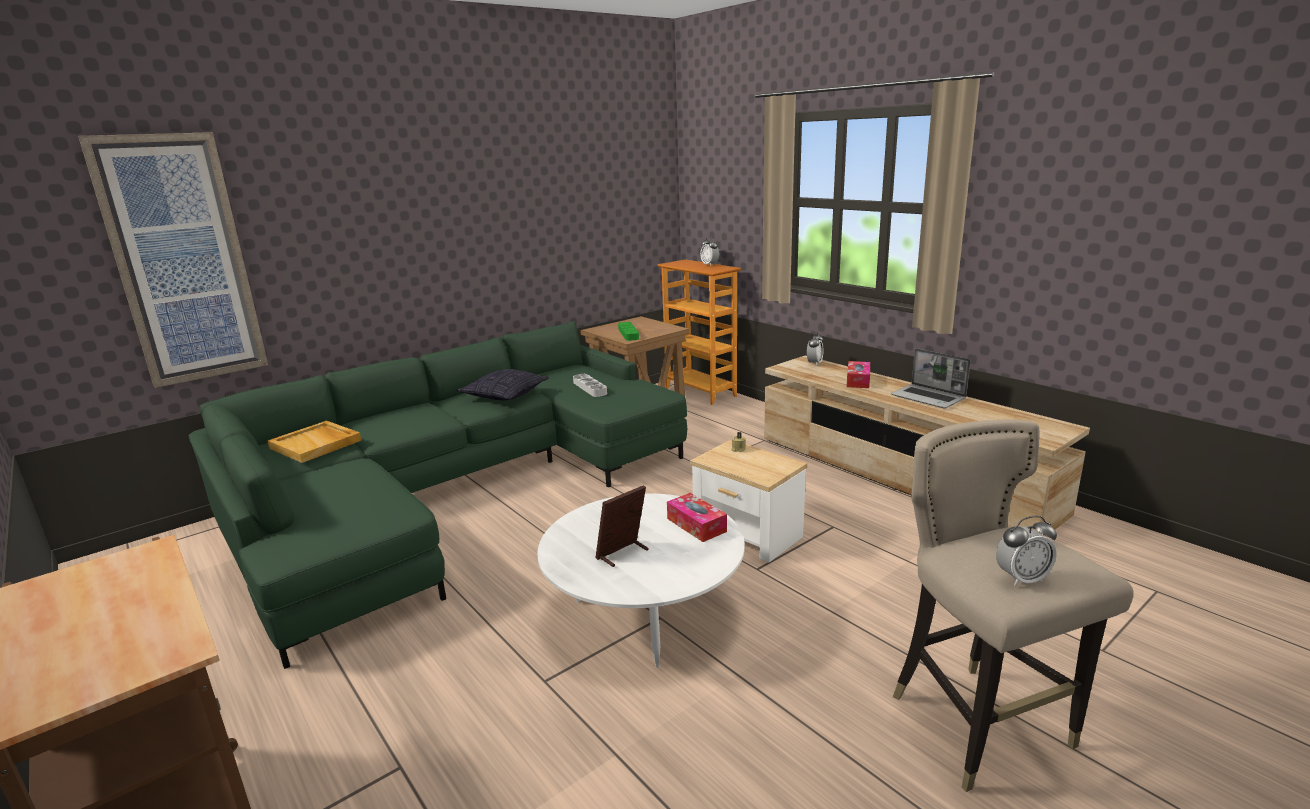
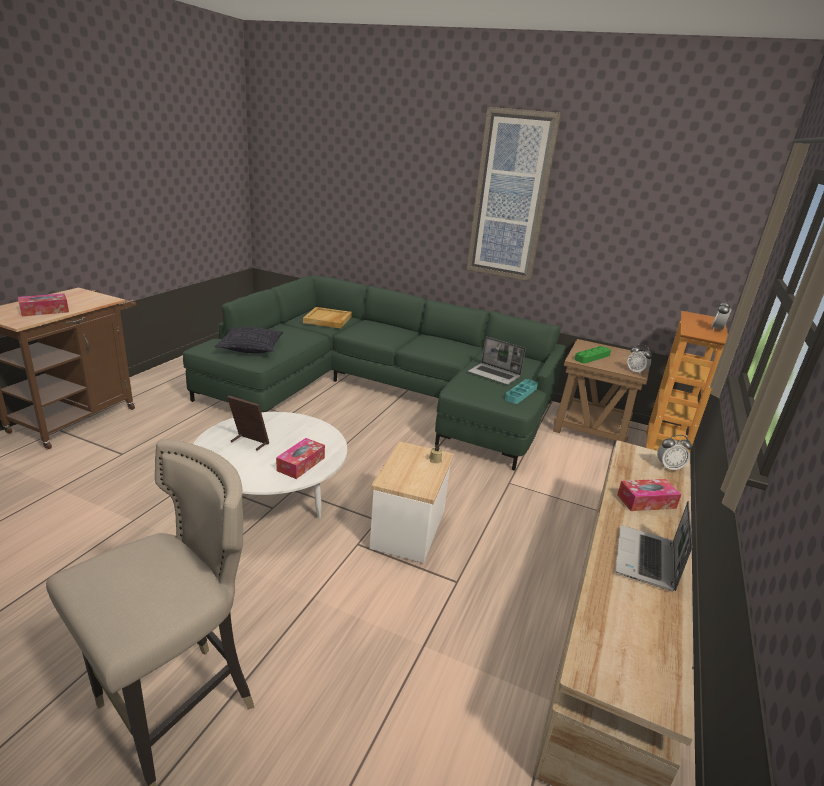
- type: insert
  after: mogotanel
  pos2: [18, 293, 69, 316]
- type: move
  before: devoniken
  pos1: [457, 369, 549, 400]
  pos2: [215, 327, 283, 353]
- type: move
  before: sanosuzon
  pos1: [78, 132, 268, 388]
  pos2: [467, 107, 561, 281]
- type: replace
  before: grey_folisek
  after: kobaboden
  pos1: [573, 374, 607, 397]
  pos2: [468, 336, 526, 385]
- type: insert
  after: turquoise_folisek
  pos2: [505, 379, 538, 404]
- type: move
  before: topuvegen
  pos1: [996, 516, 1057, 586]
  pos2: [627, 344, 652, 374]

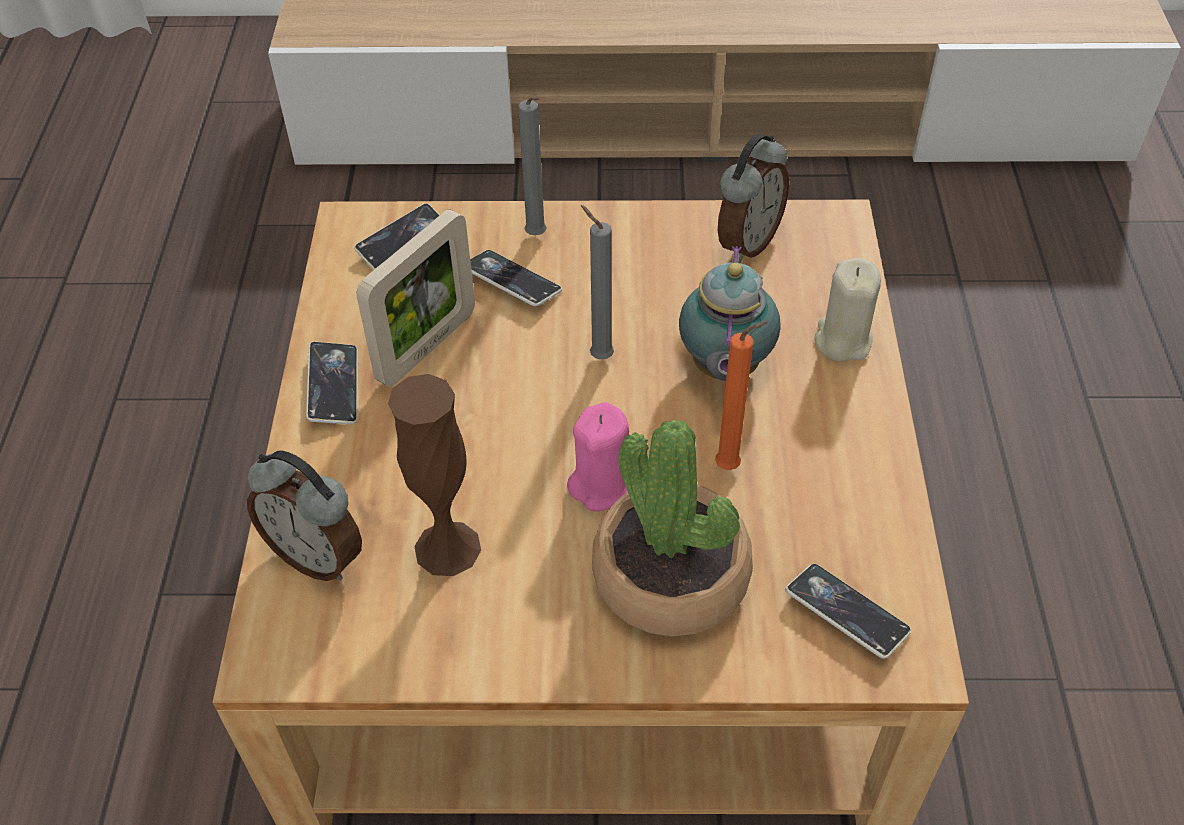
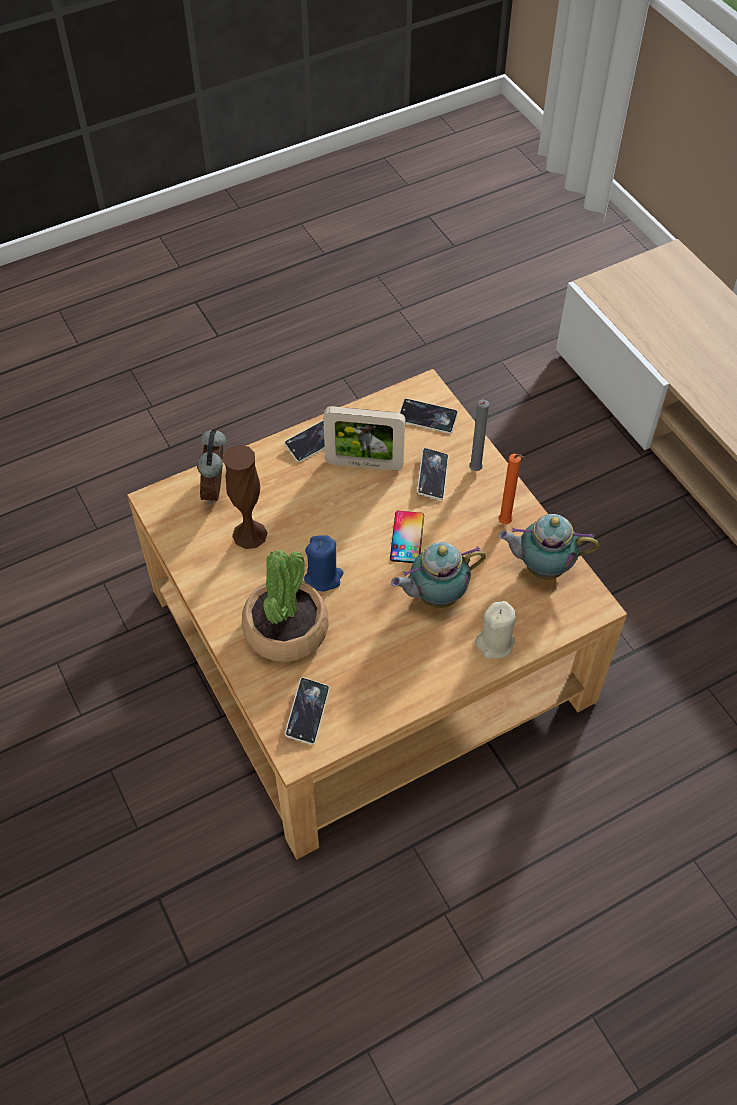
- type: recolor
  before: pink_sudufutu
  after: blue_sudufutu
  pos1: [567, 402, 629, 511]
  pos2: [304, 535, 343, 592]
- type: replace
  before: grey_sudufutu
  after: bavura
  pos1: [581, 205, 614, 360]
  pos2: [390, 511, 424, 563]
- type: move
  before: orange_sudufutu
  pos1: [715, 321, 768, 470]
  pos2: [498, 454, 525, 524]
- type: replace
  before: topuvegen
  after: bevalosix
  pos1: [718, 134, 789, 263]
  pos2: [498, 514, 599, 579]

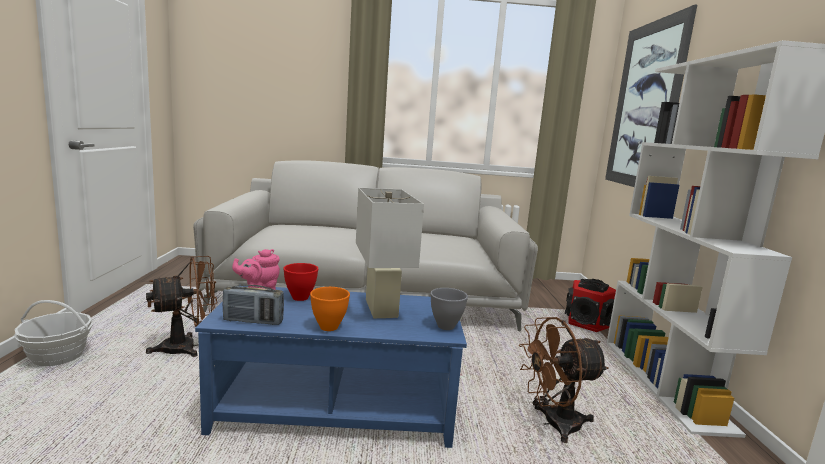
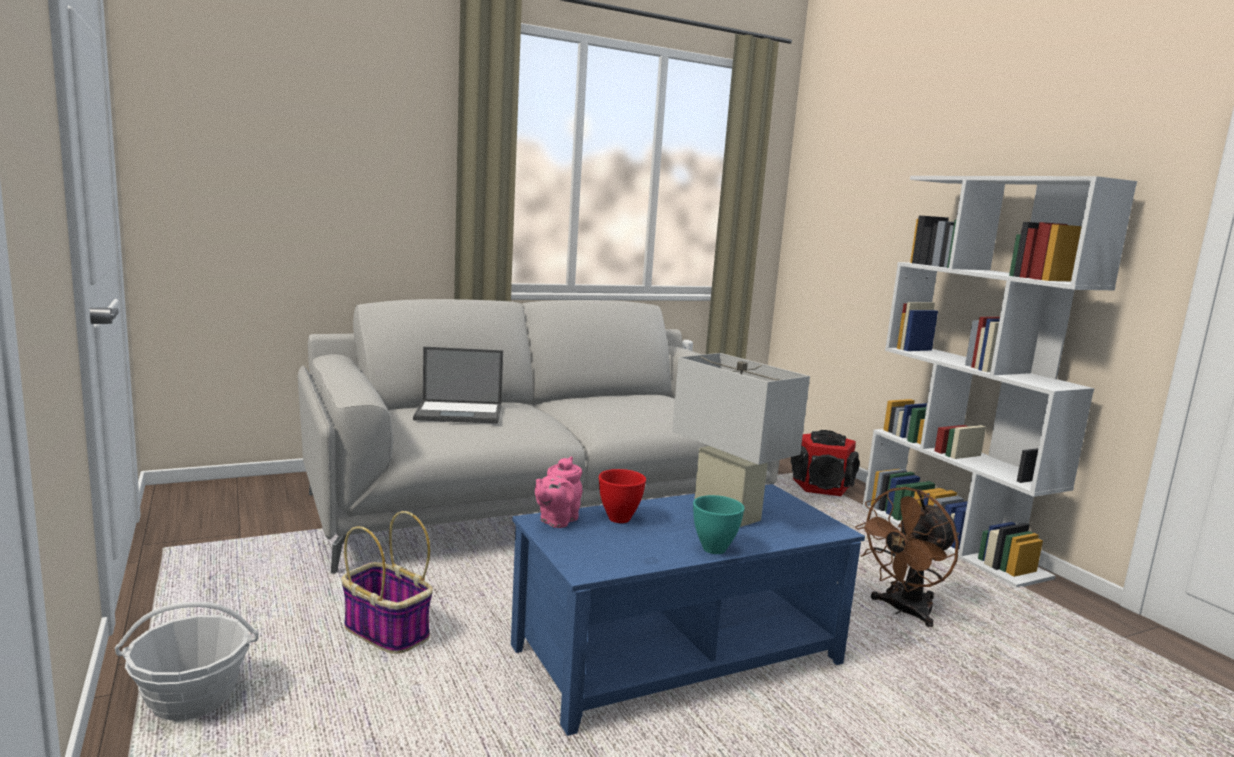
- type: replace
  before: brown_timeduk
  after: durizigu
  pos1: [146, 256, 217, 357]
  pos2: [341, 511, 433, 654]
- type: insert
  after: kobaboden
  pos2: [413, 347, 503, 424]
- type: recolor
  before: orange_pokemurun
  after: turquoise_pokemurun
  pos1: [310, 287, 350, 331]
  pos2: [693, 495, 745, 554]
- type: delete
  before: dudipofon
  pos1: [223, 285, 284, 325]
- type: delete
  before: grey_pokemurun
  pos1: [431, 288, 468, 330]
- type: delete
  before: sanosuzon
  pos1: [605, 5, 697, 187]

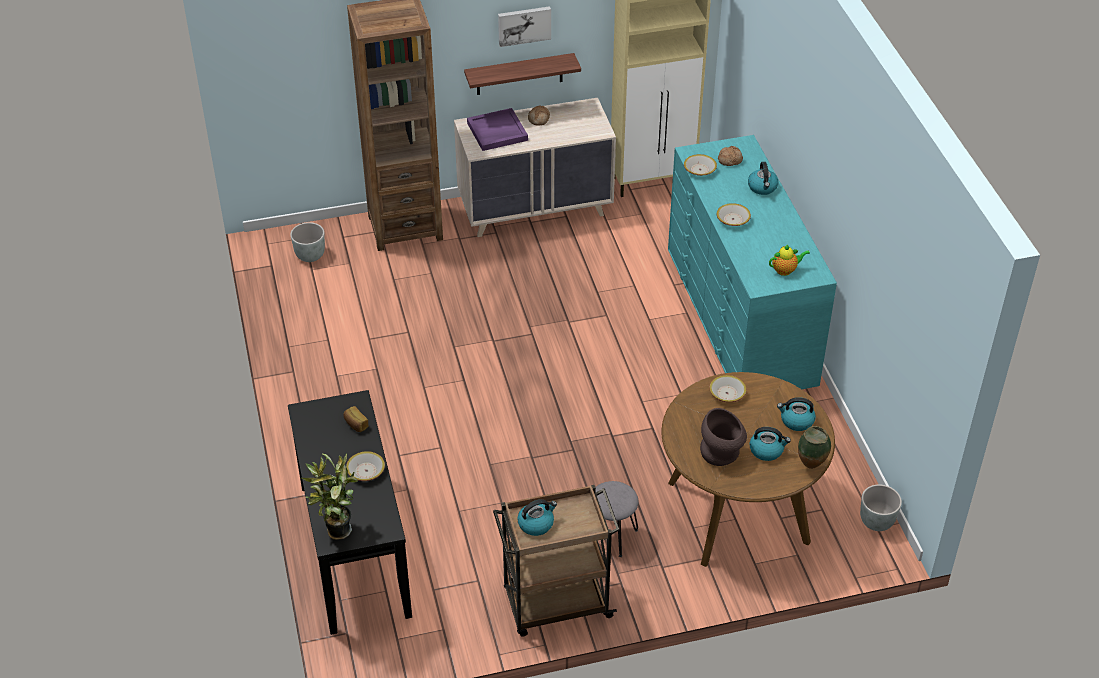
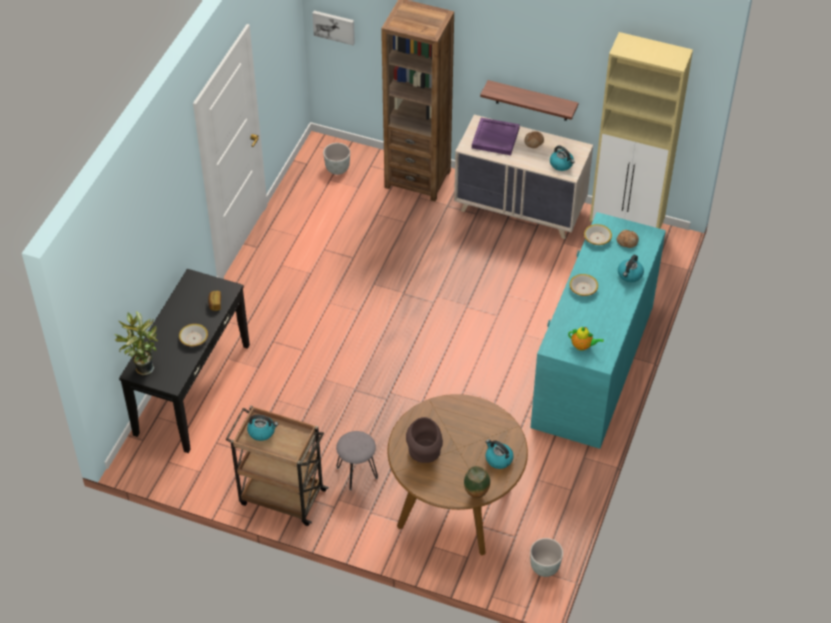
- type: move
  before: sanosuzon
  pos1: [498, 6, 551, 47]
  pos2: [312, 11, 355, 45]
- type: move
  before: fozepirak
  pos1: [750, 427, 791, 461]
  pos2: [550, 145, 575, 171]
- type: delete
  before: pokemurun
  pos1: [709, 375, 746, 402]

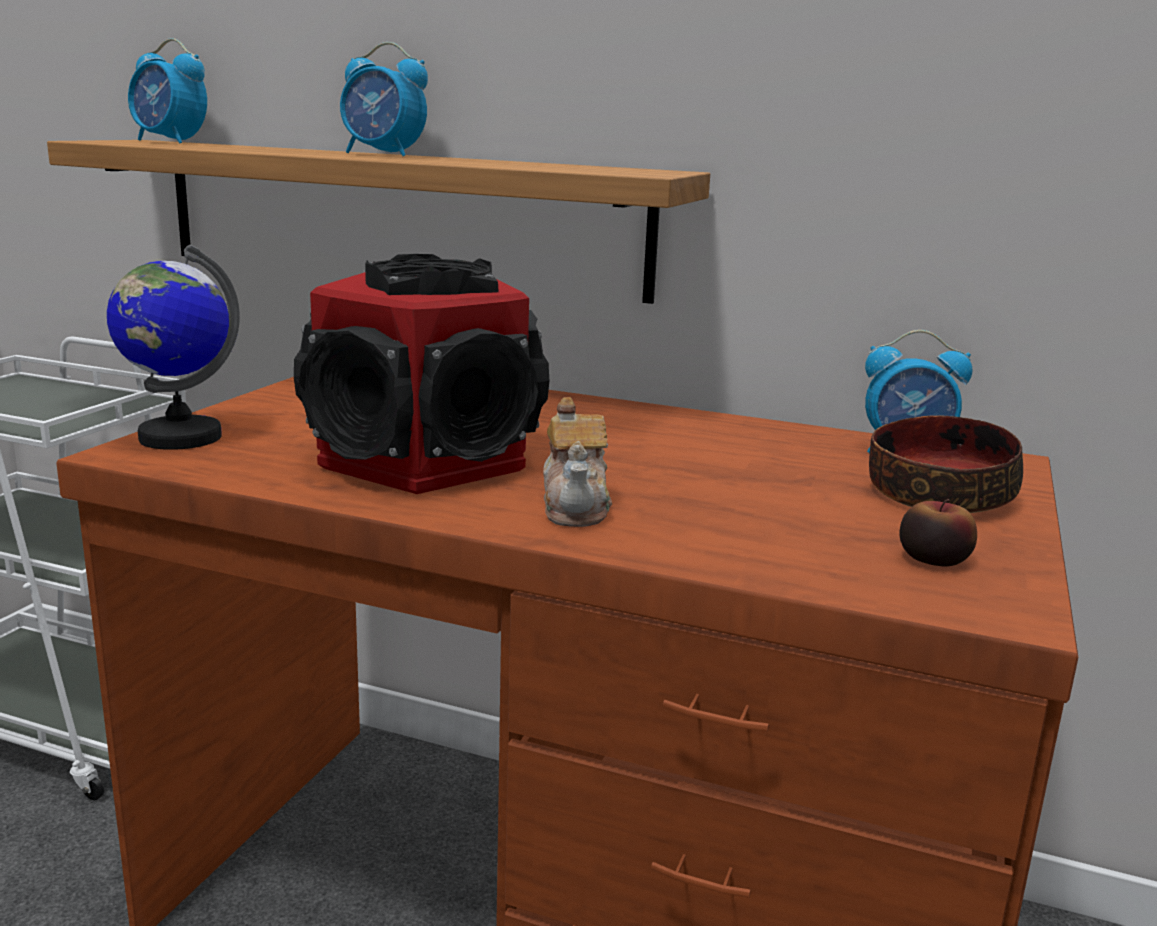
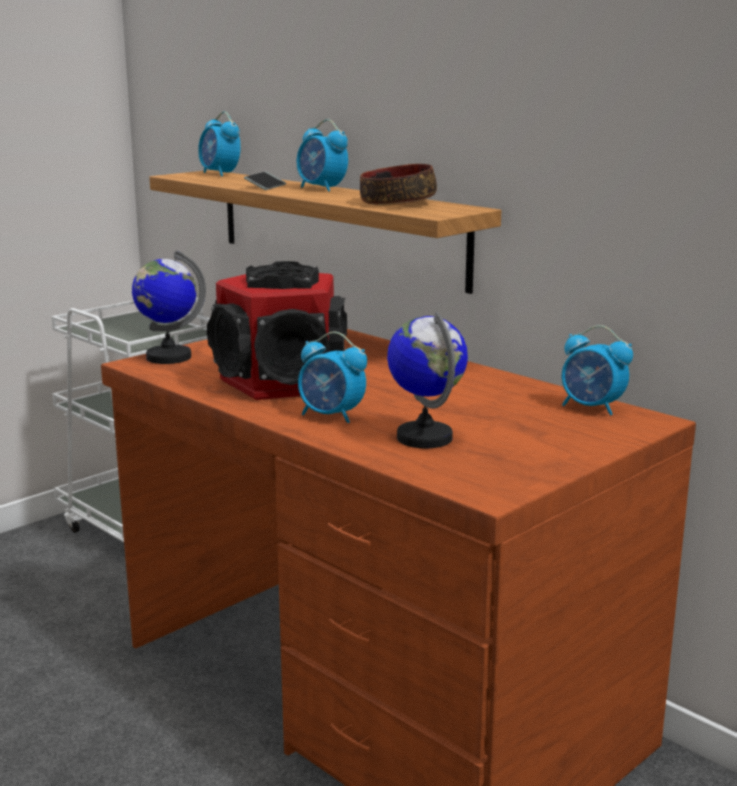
- type: insert
  after: bavura
  pos2: [244, 171, 286, 190]
- type: replace
  before: bevalosix
  after: topuvegen
  pos1: [543, 397, 612, 527]
  pos2: [298, 332, 367, 423]
- type: move
  before: pokemurun
  pos1: [869, 415, 1023, 513]
  pos2: [360, 164, 437, 206]
- type: insert
  after: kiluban
  pos2: [387, 311, 468, 448]
- type: delete
  before: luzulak
  pos1: [900, 499, 977, 566]

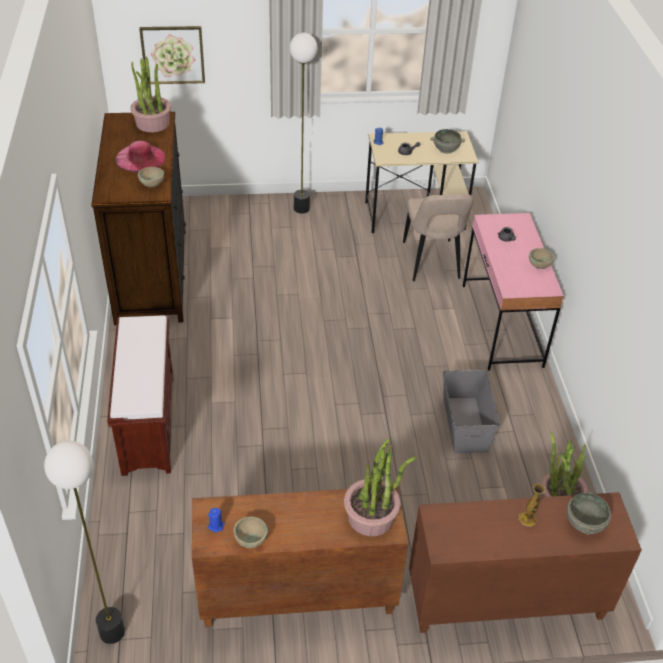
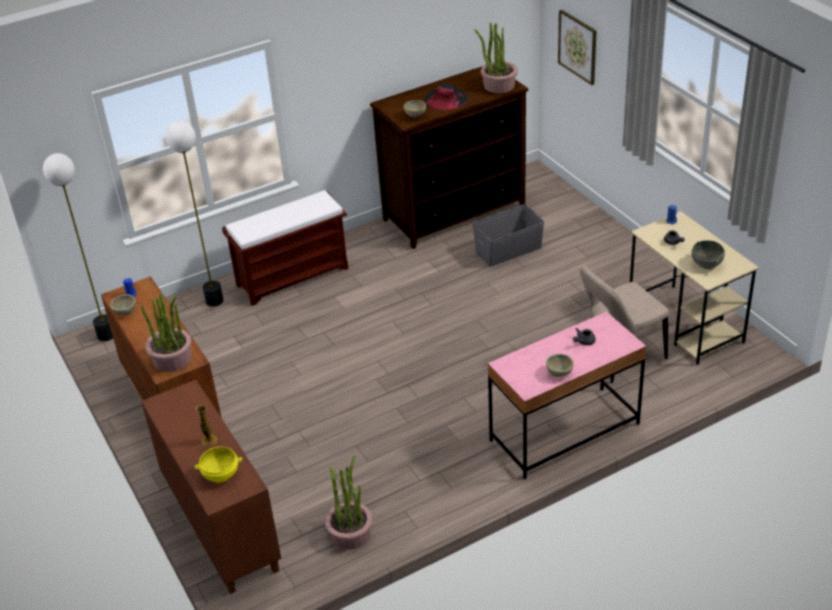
- type: move
  before: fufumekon
  pos1: [290, 33, 317, 214]
  pos2: [165, 121, 224, 307]
- type: recolor
  before: grey_pokemurun
  after: yellow_pokemurun
  pos1: [567, 491, 611, 535]
  pos2: [194, 447, 243, 483]
- type: recolor
  before: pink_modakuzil
  after: black_modakuzil
  pos1: [115, 141, 166, 172]
  pos2: [424, 83, 468, 110]
- type: move
  before: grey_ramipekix
  pos1: [443, 370, 500, 453]
  pos2: [473, 204, 544, 267]

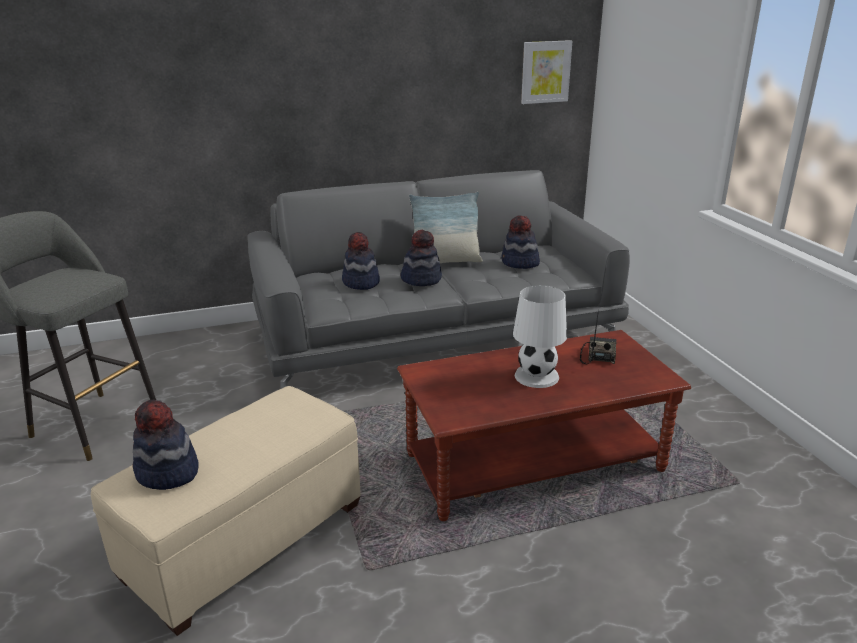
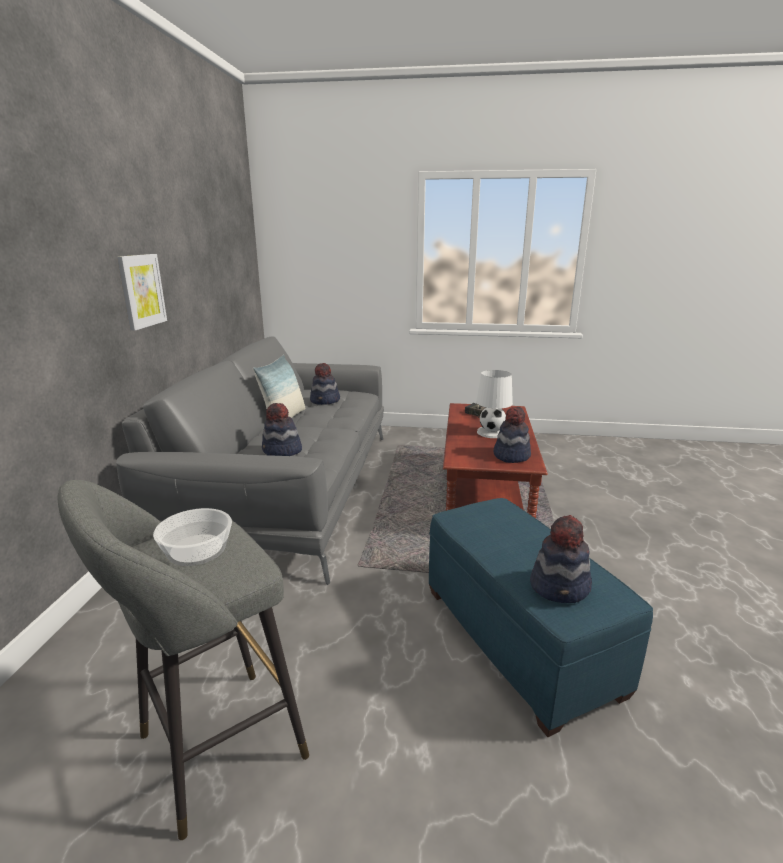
- type: move
  before: sanosuzon
  pos1: [521, 40, 572, 104]
  pos2: [117, 254, 167, 331]
- type: insert
  after: pokemurun
  pos2: [153, 508, 232, 566]
- type: recolor
  before: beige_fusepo
  after: blue_fusepo
  pos1: [91, 386, 361, 636]
  pos2: [429, 498, 653, 737]
- type: move
  before: modakuzil
  pos1: [401, 230, 442, 286]
  pos2: [494, 407, 531, 463]

